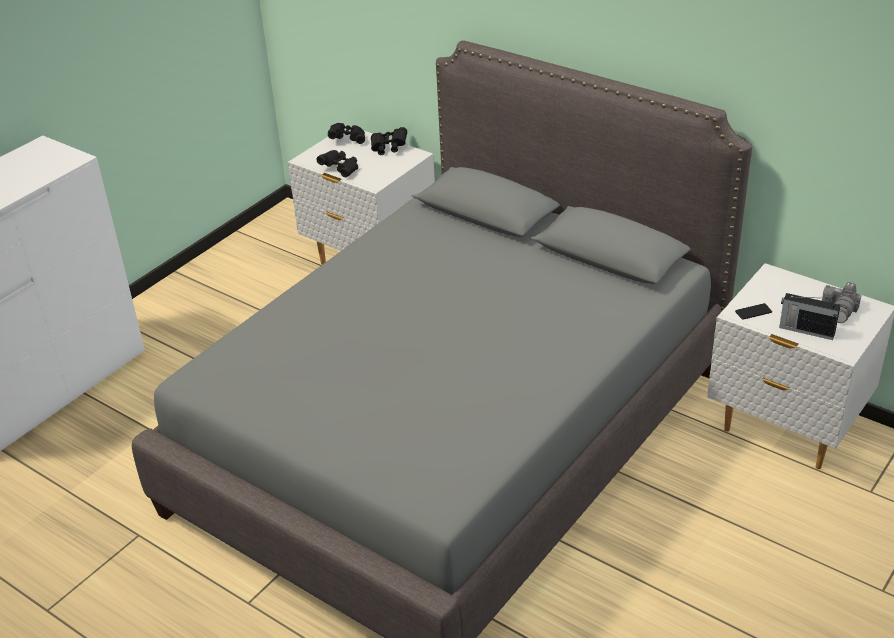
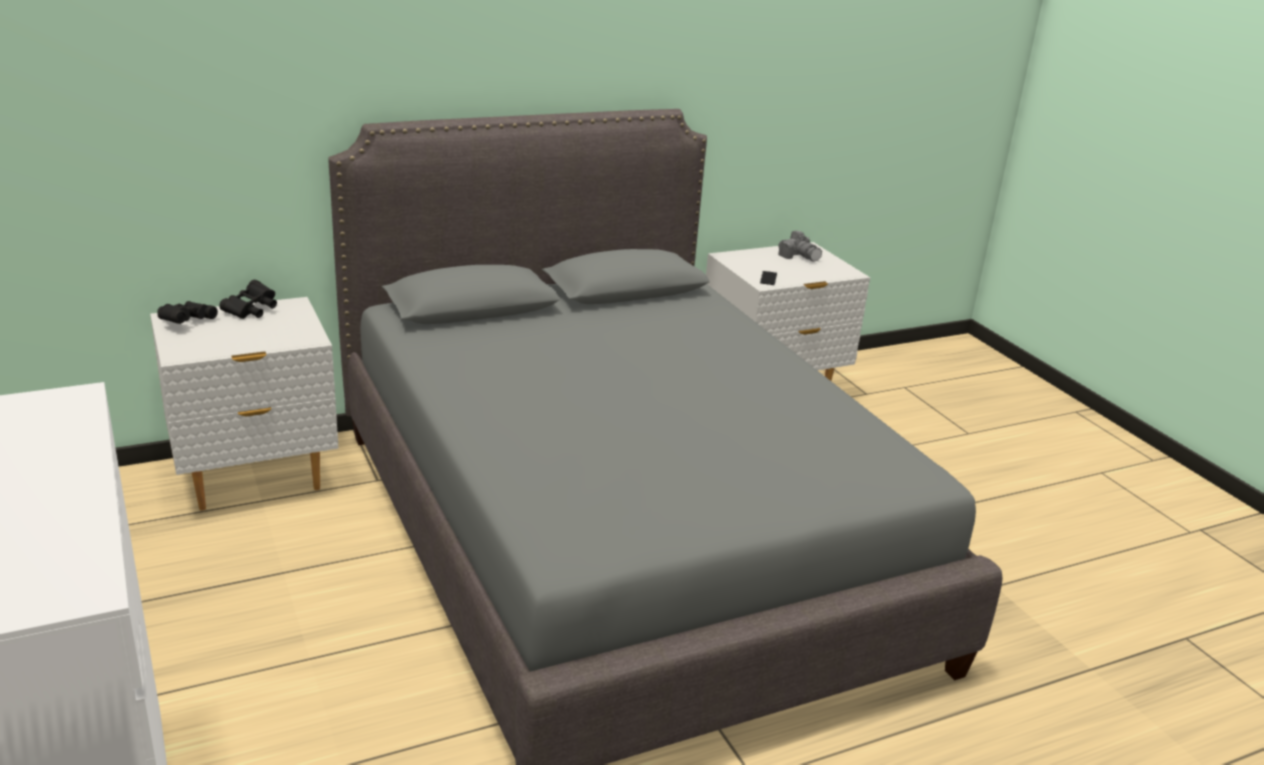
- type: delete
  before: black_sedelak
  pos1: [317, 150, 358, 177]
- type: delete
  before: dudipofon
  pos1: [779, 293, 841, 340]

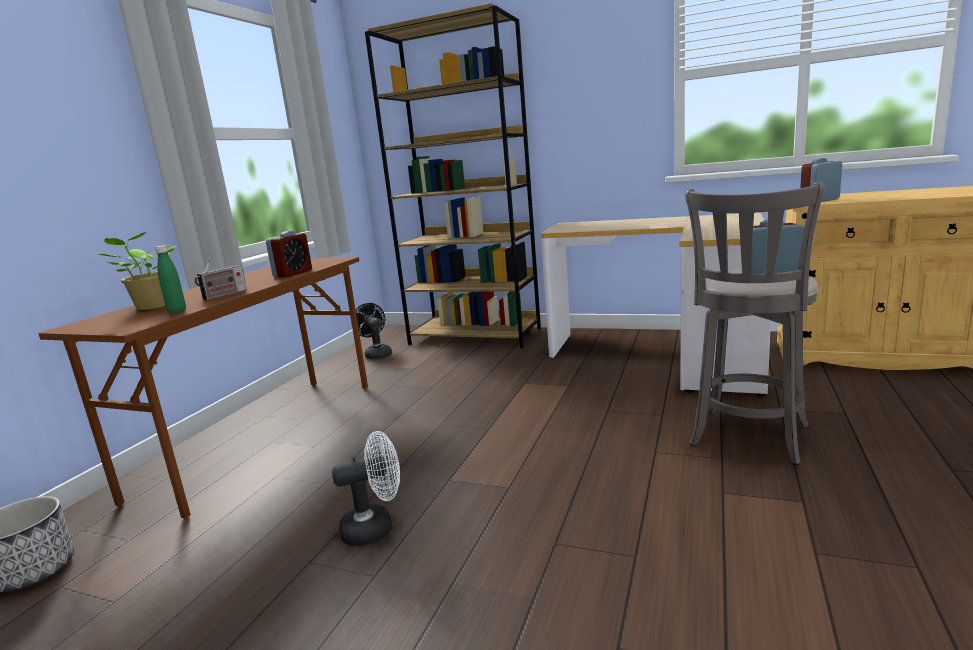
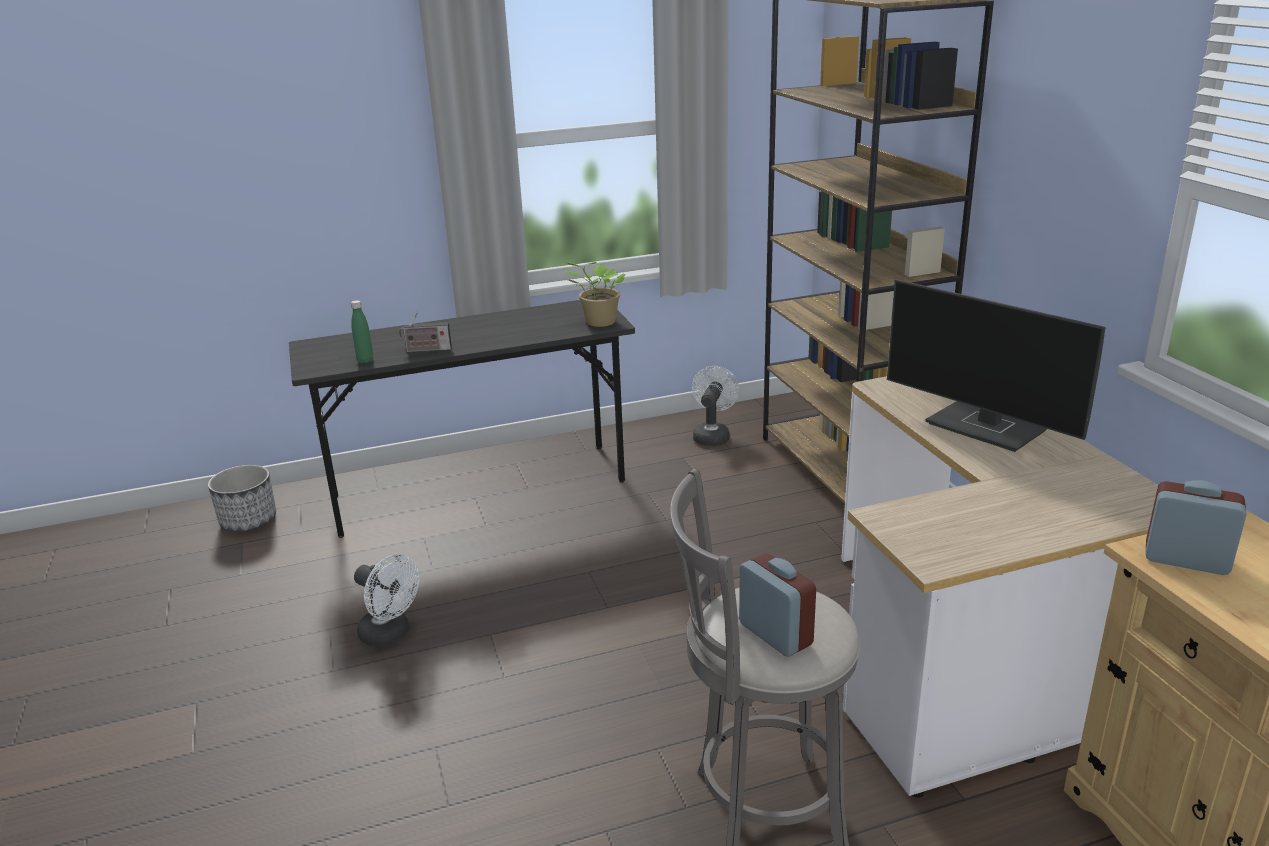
- type: recolor
  before: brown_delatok
  after: grey_delatok
  pos1: [38, 257, 368, 520]
  pos2: [289, 300, 635, 538]
- type: move
  before: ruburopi
  pos1: [99, 232, 176, 310]
  pos2: [562, 262, 626, 327]
- type: recolor
  before: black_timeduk
  after: white_timeduk
  pos1: [356, 303, 392, 359]
  pos2: [692, 366, 739, 446]
- type: insert
  after: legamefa
  pos2: [887, 279, 1106, 452]
- type: delete
  before: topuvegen
  pos1: [266, 231, 312, 277]

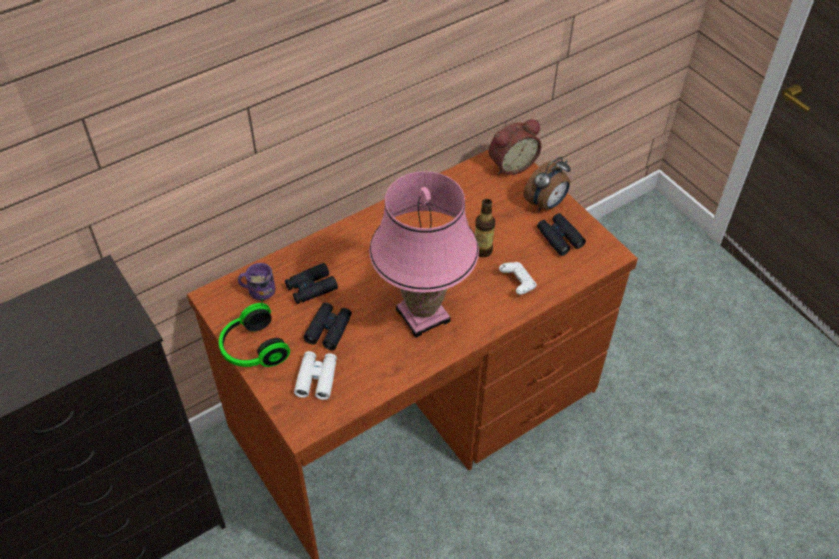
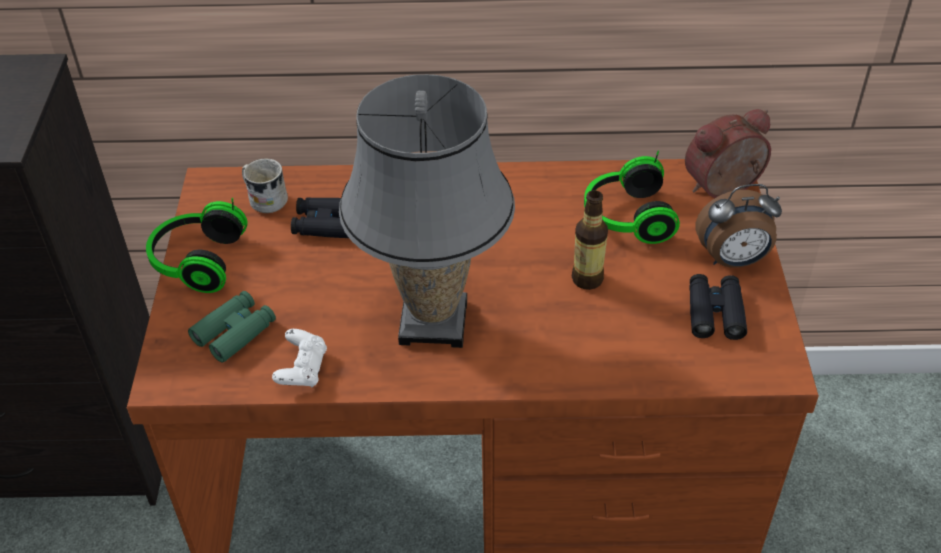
- type: recolor
  before: white_sedelak
  after: green_sedelak
  pos1: [294, 351, 337, 400]
  pos2: [188, 291, 276, 363]
- type: recolor
  before: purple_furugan
  after: white_furugan
  pos1: [238, 263, 276, 300]
  pos2: [242, 159, 288, 213]
- type: move
  before: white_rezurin
  pos1: [499, 262, 537, 295]
  pos2: [272, 329, 327, 387]
- type: recolor
  before: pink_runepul
  after: grey_runepul
  pos1: [369, 171, 479, 338]
  pos2: [339, 74, 515, 348]
- type: insert
  after: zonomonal
  pos2: [584, 151, 680, 244]
- type: rotate
  before: topuvegen
  pos1: [489, 119, 542, 175]
  pos2: [685, 109, 771, 198]
  turn: 150
- type: delete
  before: black_sedelak
  pos1: [303, 302, 352, 350]

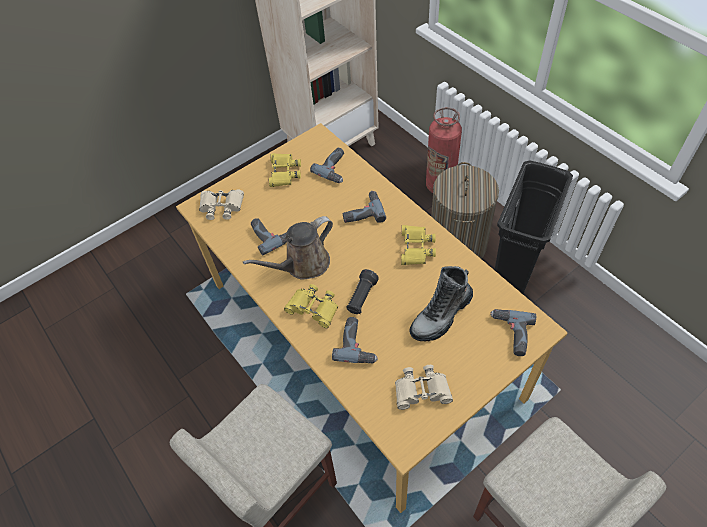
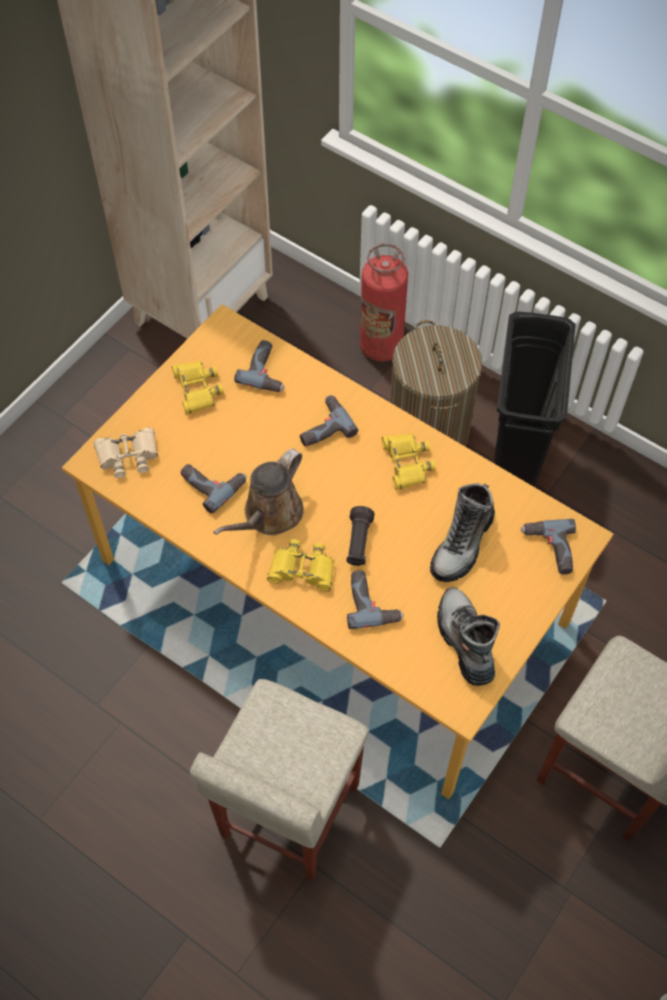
- type: replace
  before: beige_sedelak
  after: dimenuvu
  pos1: [395, 365, 453, 410]
  pos2: [437, 587, 500, 686]

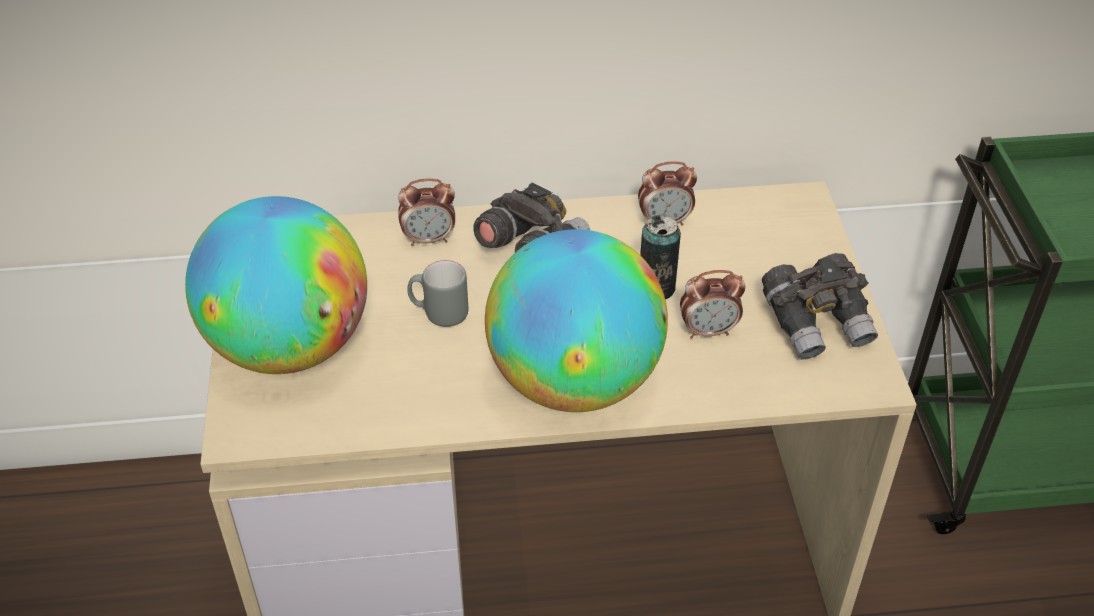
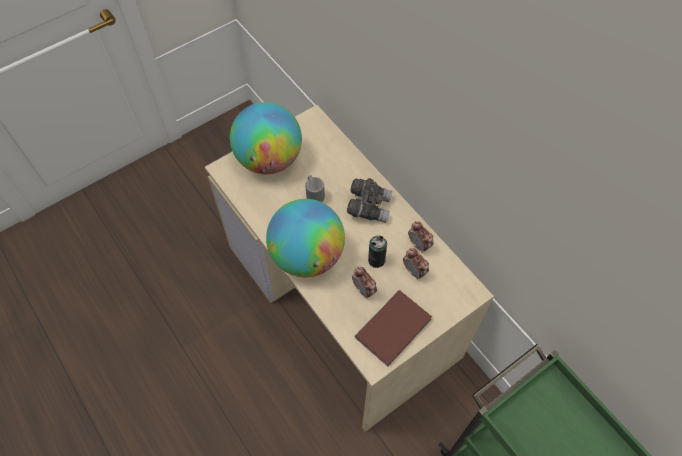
- type: replace
  before: grey_sedelak
  after: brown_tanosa
  pos1: [762, 253, 878, 360]
  pos2: [355, 290, 432, 366]
- type: move
  before: topuvegen
  pos1: [398, 178, 455, 246]
  pos2: [403, 248, 429, 279]

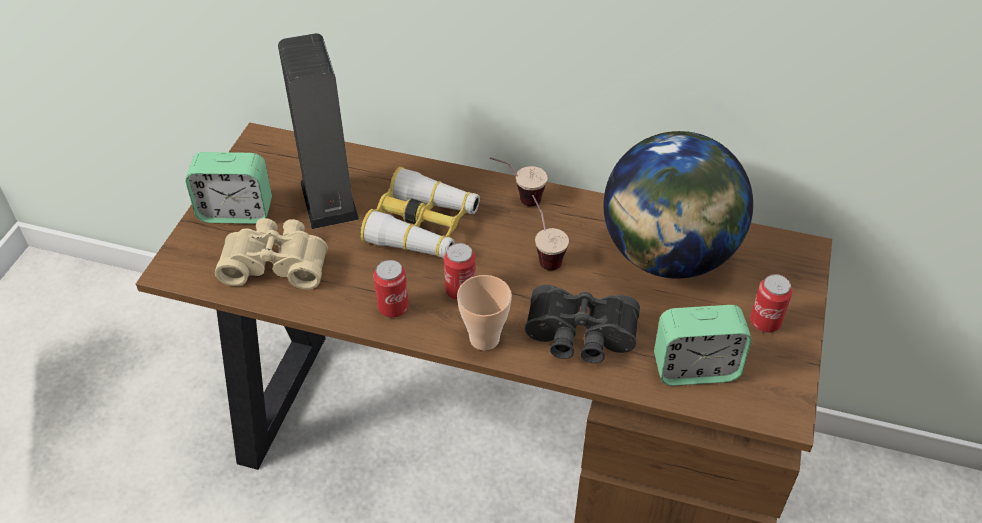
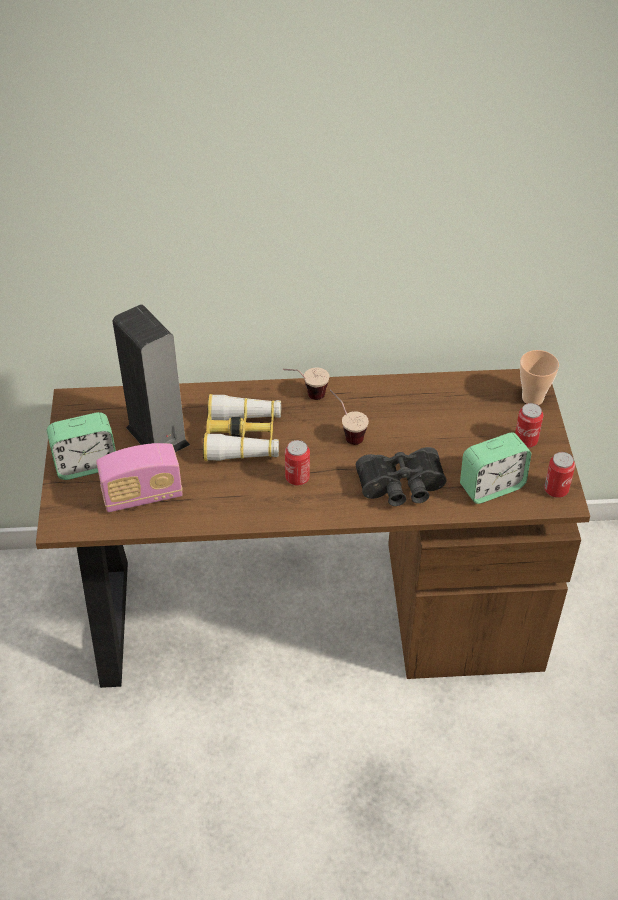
- type: replace
  before: beige_sedelak
  after: dudipofon
  pos1: [215, 218, 328, 290]
  pos2: [96, 443, 183, 512]
- type: move
  before: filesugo
  pos1: [457, 275, 512, 350]
  pos2: [520, 350, 559, 405]
- type: move
  before: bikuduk
  pos1: [374, 260, 409, 318]
  pos2: [544, 452, 575, 498]
- type: delete
  before: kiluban
  pos1: [603, 131, 753, 279]

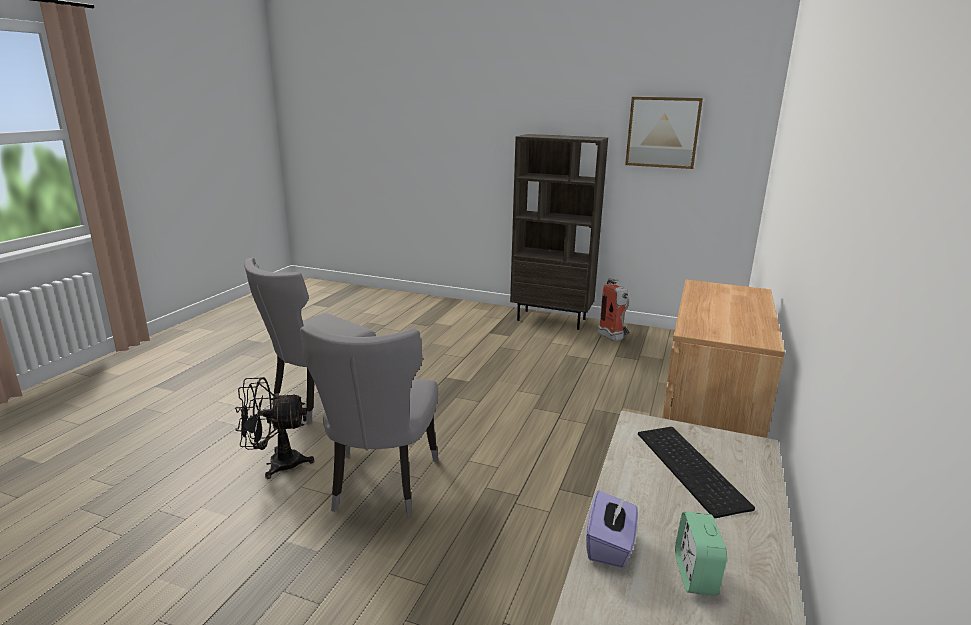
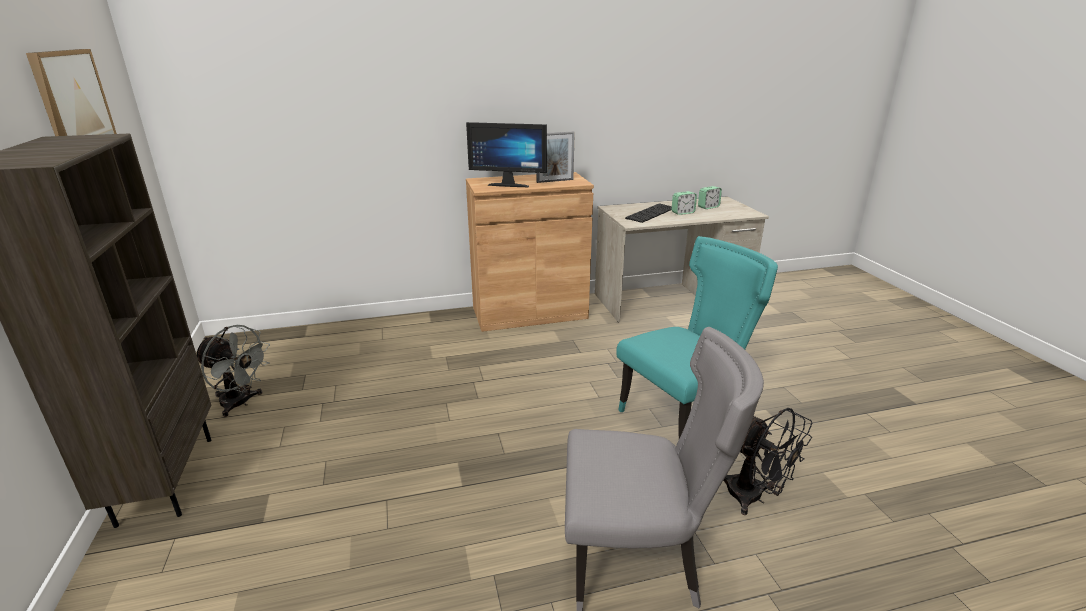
- type: replace
  before: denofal
  after: grey_timeduk
  pos1: [598, 278, 630, 341]
  pos2: [197, 325, 270, 417]
- type: insert
  after: legamefa
  pos2: [466, 122, 547, 187]
- type: insert
  after: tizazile
  pos2: [537, 131, 575, 183]
- type: recolor
  before: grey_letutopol
  after: turquoise_letutopol
  pos1: [300, 324, 438, 516]
  pos2: [616, 236, 778, 438]
- type: insert
  after: topuvegen
  pos2: [672, 191, 697, 215]
- type: delete
  before: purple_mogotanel
  pos1: [586, 491, 638, 568]

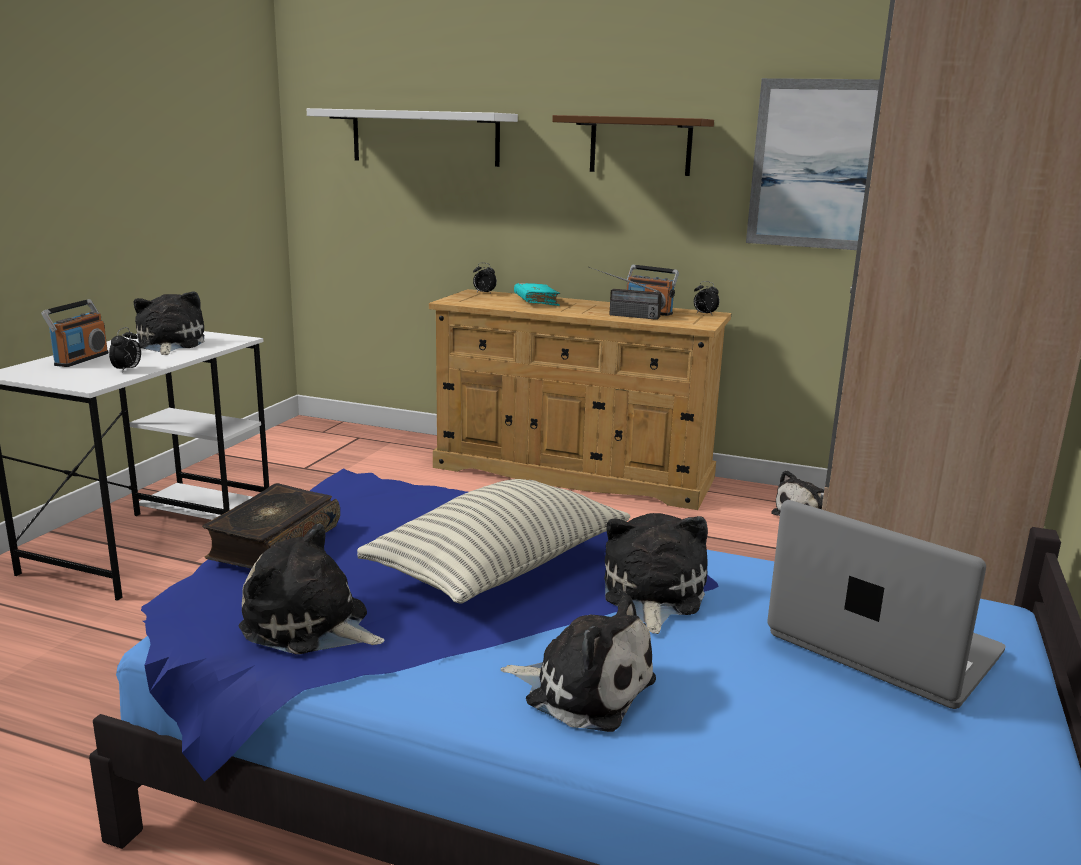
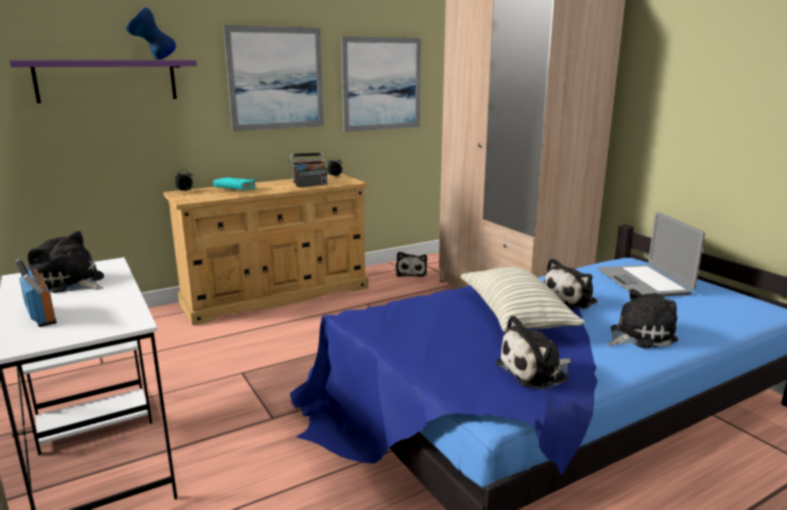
- type: recolor
  before: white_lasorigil
  after: purple_lasorigil
  pos1: [307, 108, 518, 167]
  pos2: [9, 60, 197, 103]
- type: insert
  after: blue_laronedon
  pos2: [125, 7, 176, 60]
- type: replace
  before: brown_lasorigil
  after: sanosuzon
  pos1: [552, 115, 714, 176]
  pos2: [223, 25, 324, 131]
- type: rotate
  before: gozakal
  pos1: [604, 513, 708, 634]
  pos2: [544, 258, 598, 309]
  turn: -90
- type: rotate
  before: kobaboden
  pos1: [767, 500, 1006, 709]
  pos2: [598, 212, 705, 297]
  turn: -90
- type: delete
  before: topuvegen
  pos1: [109, 327, 141, 373]
- type: delete
  before: tanosa
  pos1: [202, 483, 340, 569]

